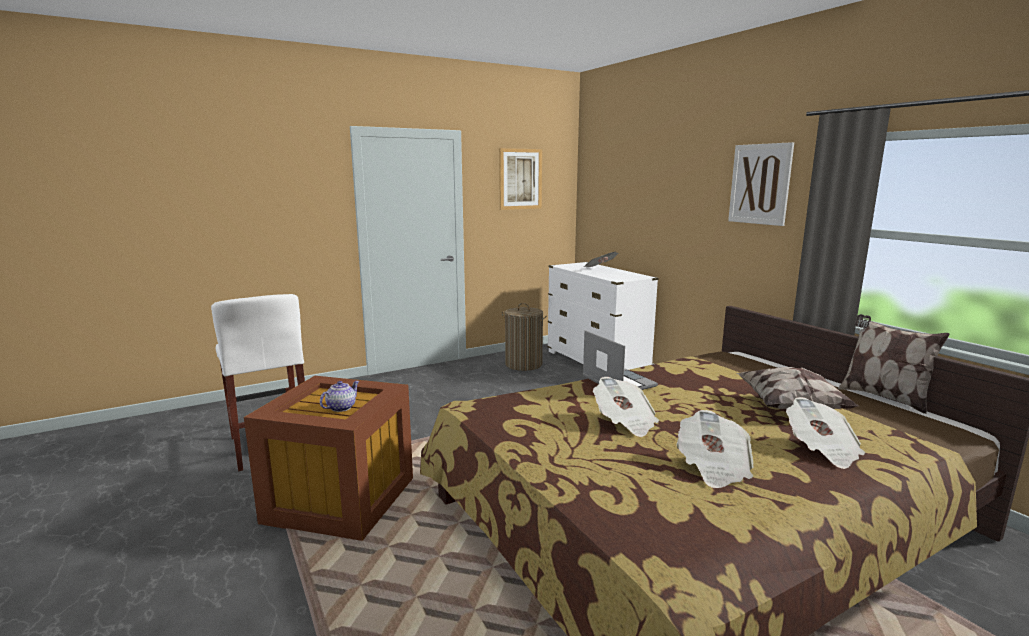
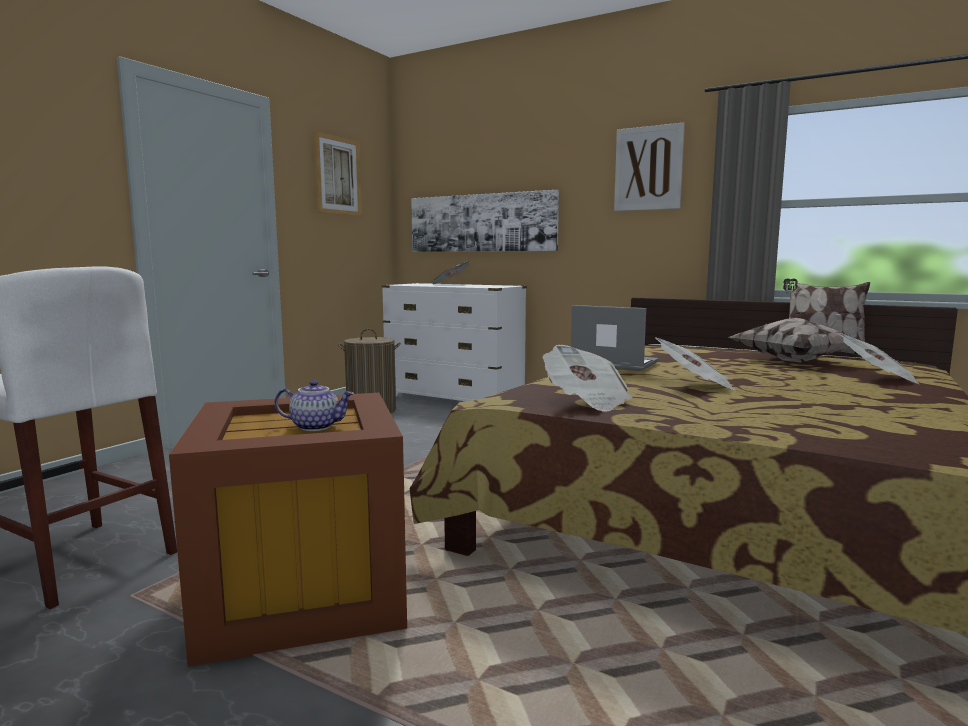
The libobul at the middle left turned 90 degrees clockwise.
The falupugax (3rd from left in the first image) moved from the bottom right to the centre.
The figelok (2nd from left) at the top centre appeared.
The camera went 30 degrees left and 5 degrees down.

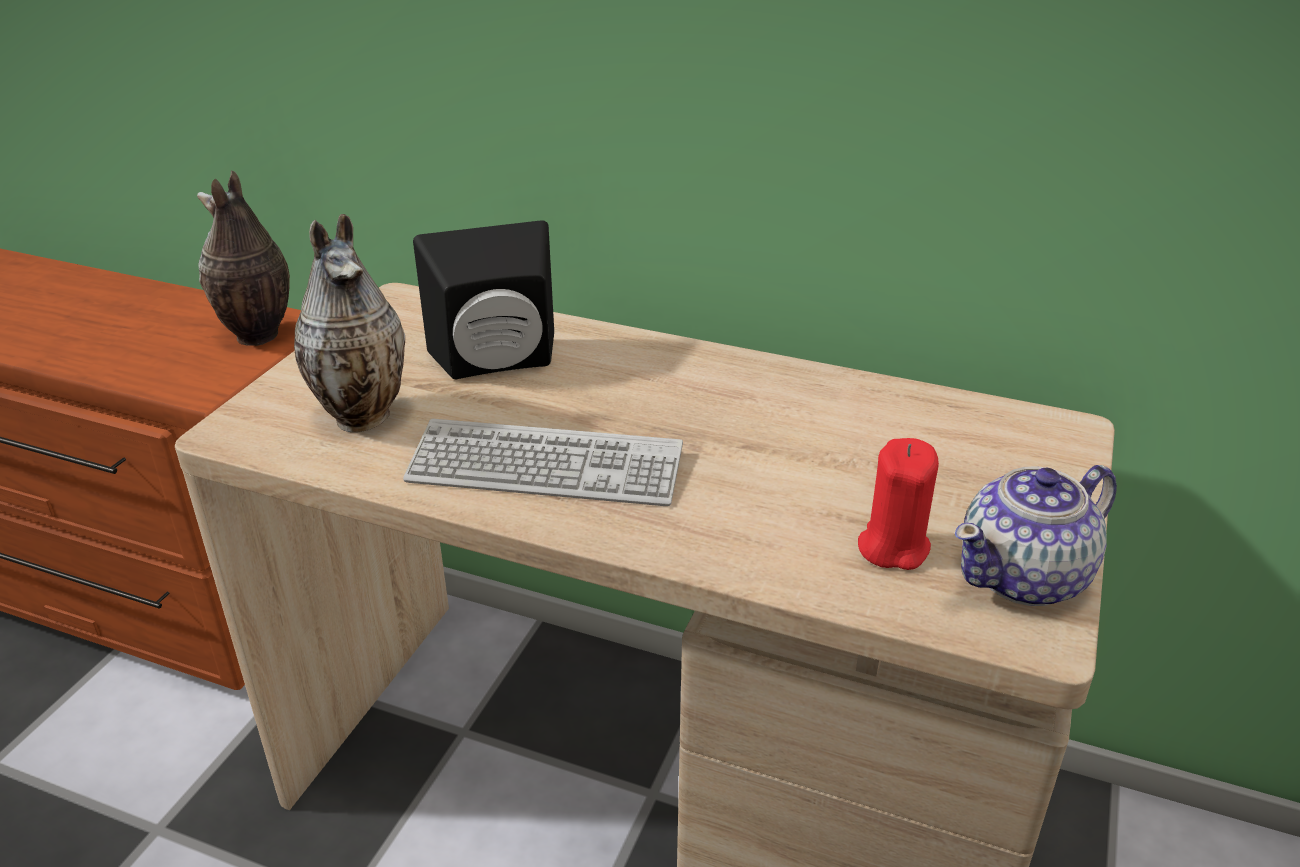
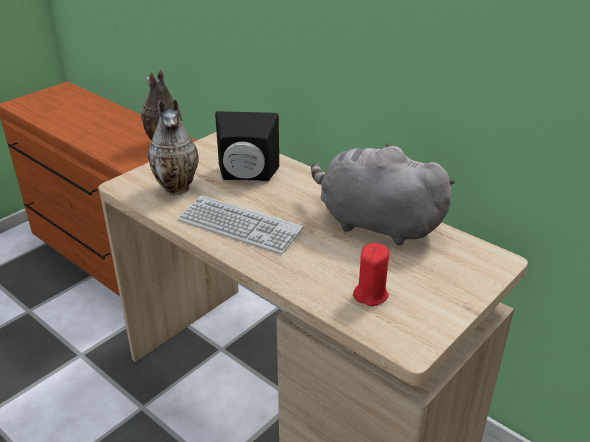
The libobul at the middle right disappeared.
The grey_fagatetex at the centre appeared.
The camera went 20 degrees right and 0 degrees up.

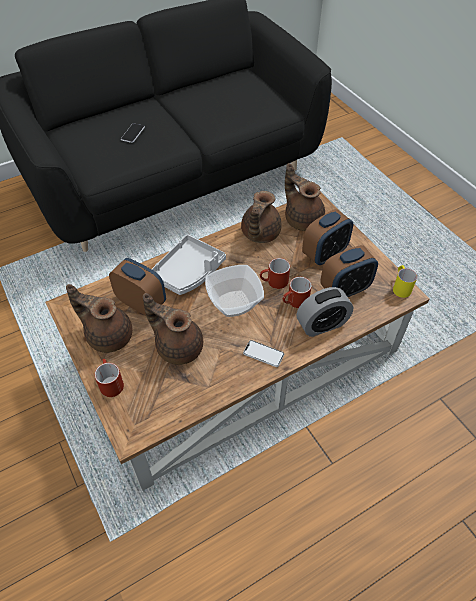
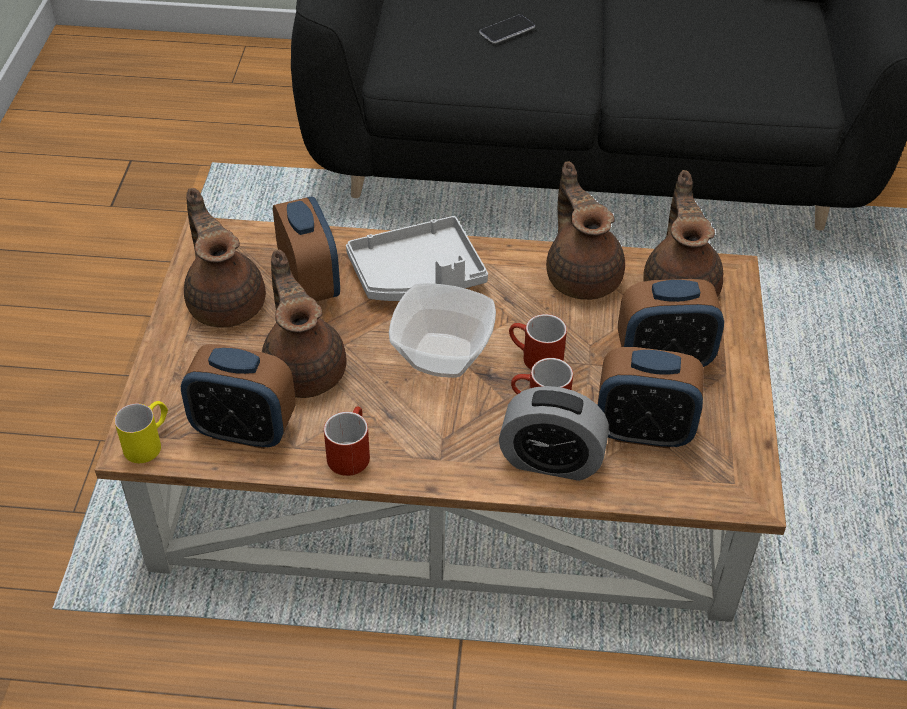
The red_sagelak (1st from left) moved from the middle left to the centre.
The brown_libobul (3rd from left) at the centre turned 105 degrees clockwise.
The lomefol (2nd from left) at the centre disappeared.
The yellow_sagelak moved from the middle right to the middle left.
The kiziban (1st from left) at the middle left appeared.
The camera went 35 degrees right and 5 degrees down.

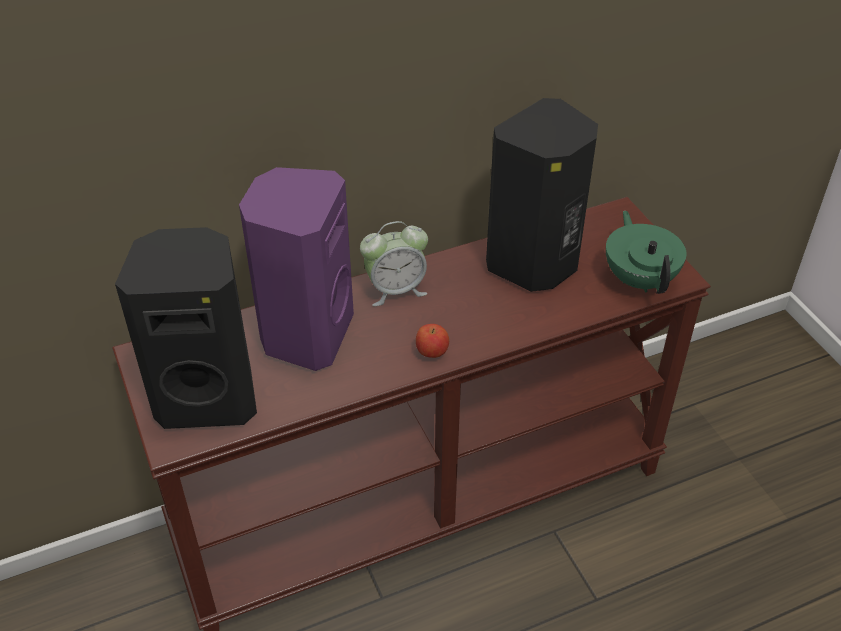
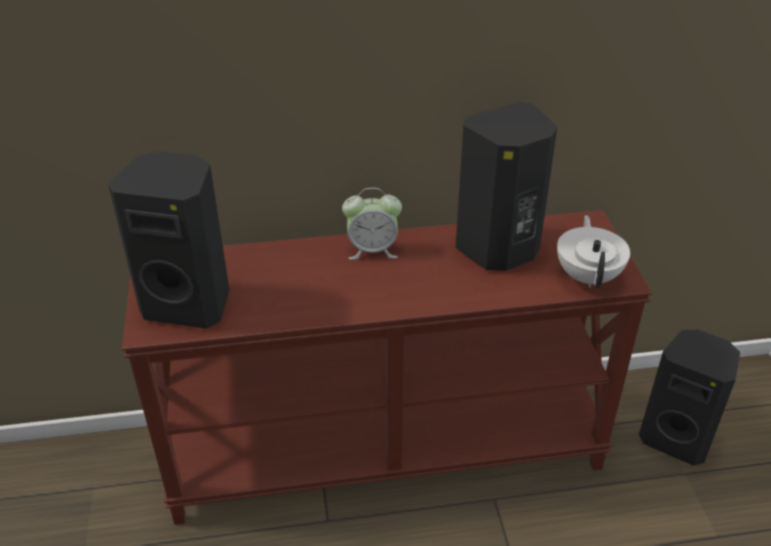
The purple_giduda at the centre disappeared.
The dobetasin at the centre disappeared.
The green_libobul at the middle right became the white_libobul at the middle right.
The black_giduda (3rd from left) at the bottom right appeared.
The camera went 15 degrees right and 5 degrees down.

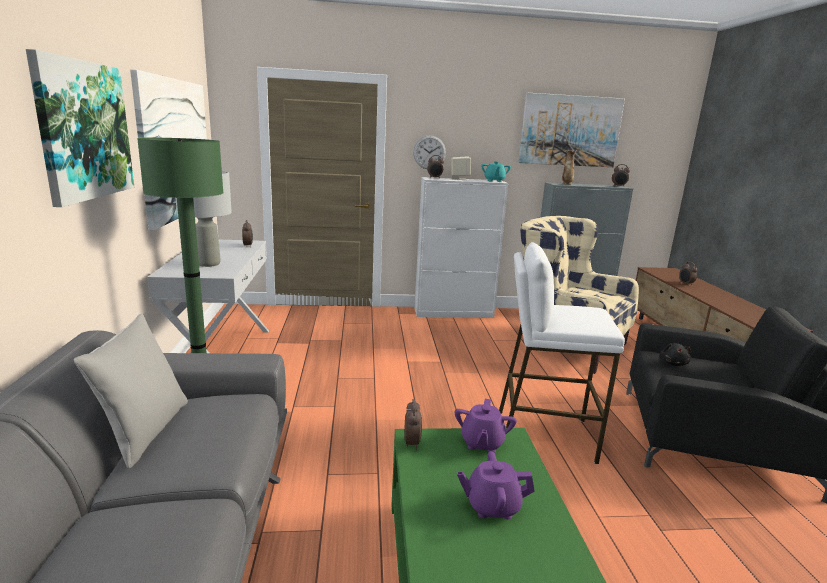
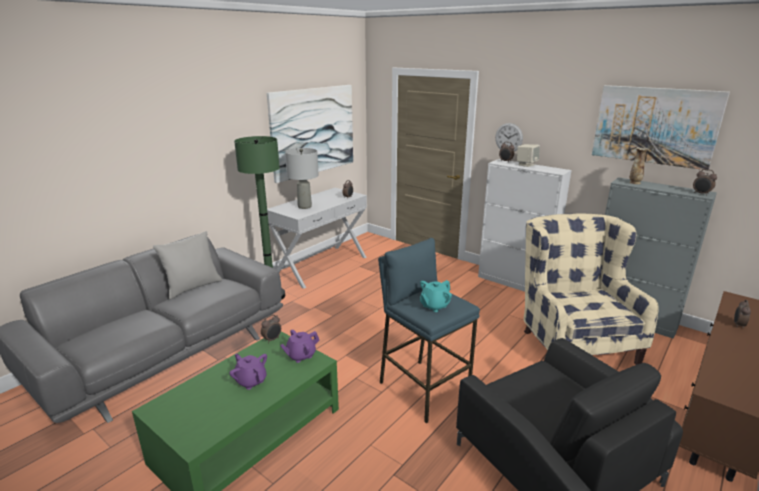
The figelok (1st from left) at the top left disappeared.
The turquoise_libobul moved from the top centre to the centre.
The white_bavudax at the middle right became the blue_bavudax at the bottom centre.
The black_fagatetex at the middle right disappeared.
The camera went 45 degrees right and 5 degrees up.

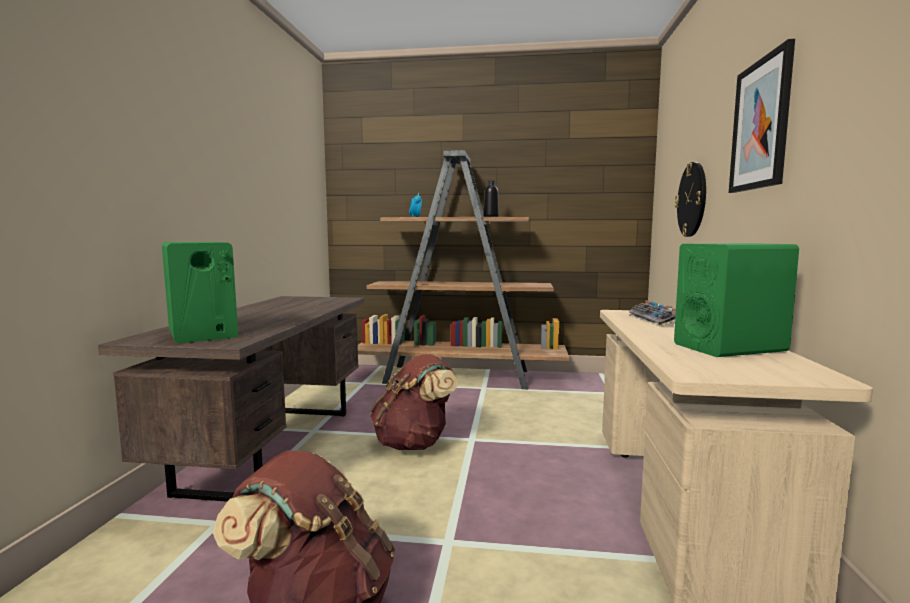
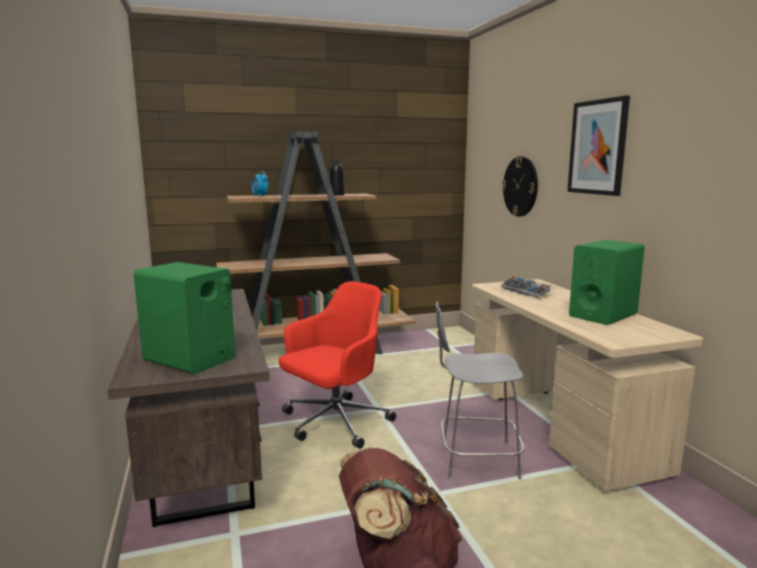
The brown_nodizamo (2nd from left) at the bottom centre was replaced by the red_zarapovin at the centre.
The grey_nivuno at the bottom centre appeared.
The camera went 25 degrees left and 5 degrees up.

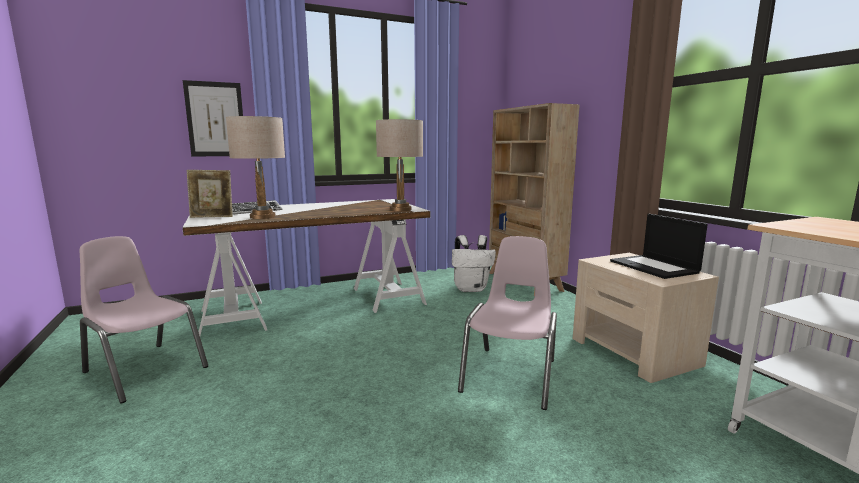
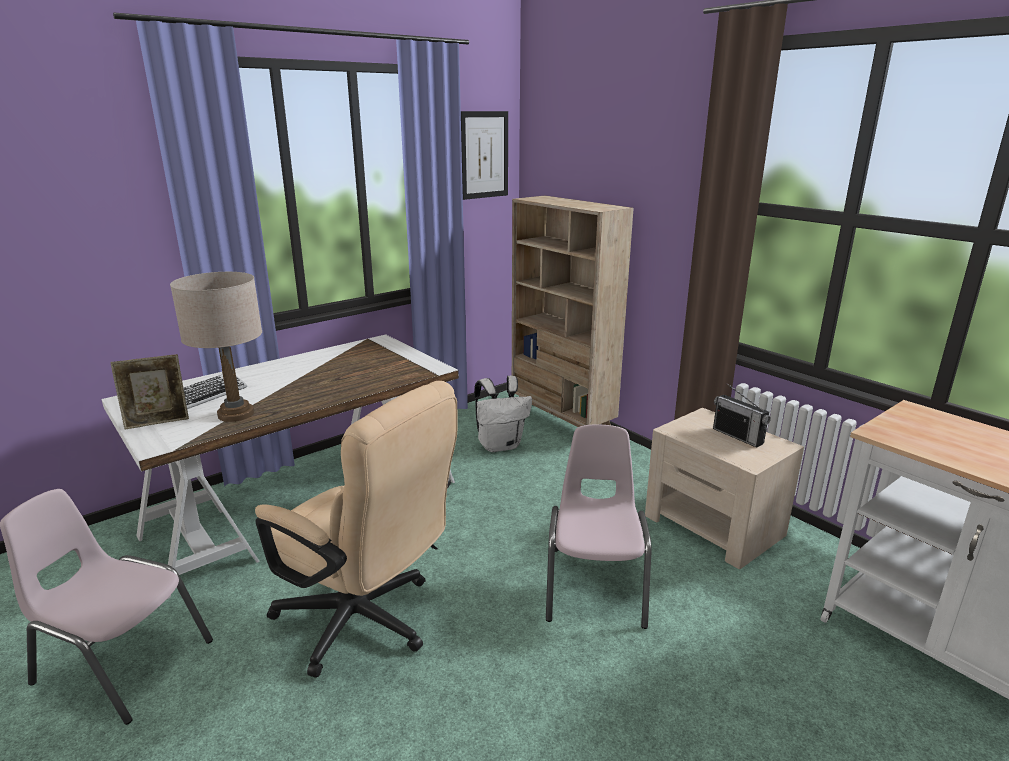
The figelok moved from the top left to the top centre.
The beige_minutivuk (2nd from left) at the centre disappeared.
The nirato at the middle right was replaced by the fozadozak at the middle right.
The beige_zarapovin at the bottom centre appeared.
The camera went 15 degrees left and 10 degrees up.

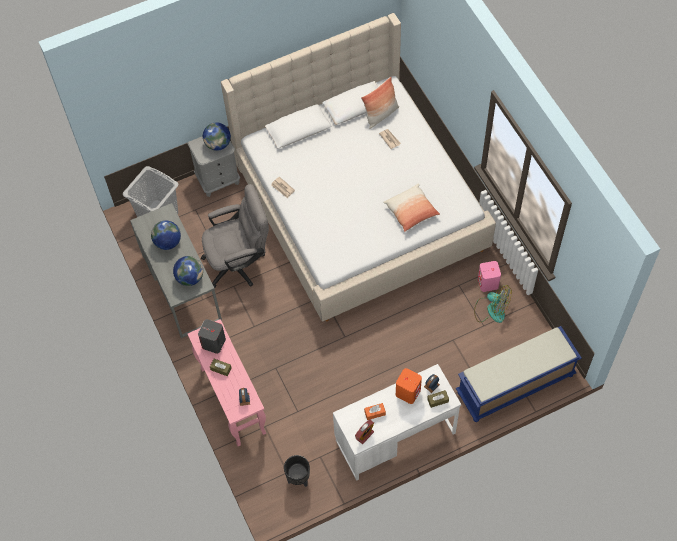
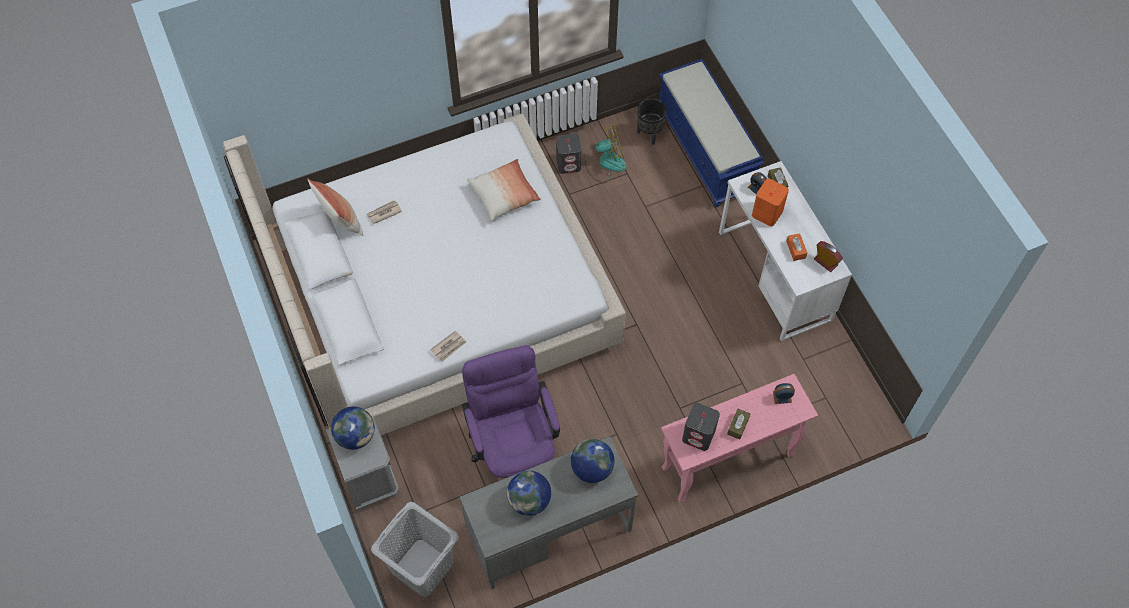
The grey_zarapovin at the centre became the purple_zarapovin at the bottom centre.
The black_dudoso moved from the bottom centre to the top centre.
The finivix at the middle right turned 45 degrees clockwise.
The pink_giduda at the middle right became the grey_giduda (1st from left) at the top centre.
The camera went 90 degrees left and 0 degrees up.

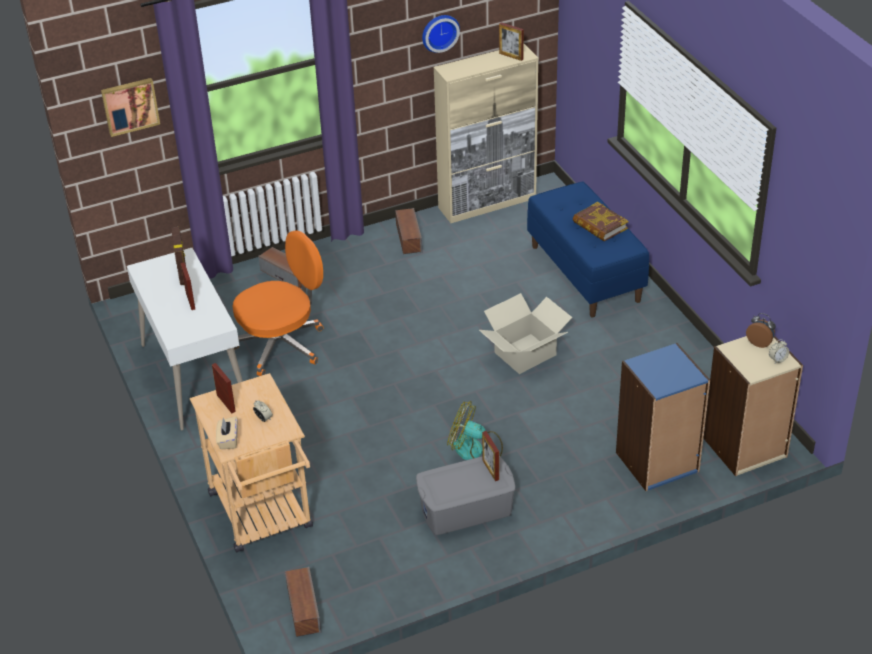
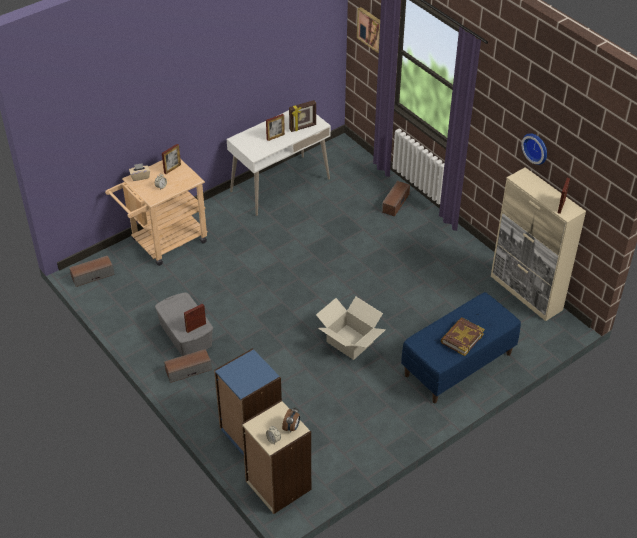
The orange_zarapovin at the middle left disappeared.
The giduda (3rd from left in the first image) moved from the centre to the bottom left.
The finivix at the centre disappeared.
The camera went 75 degrees right and 5 degrees up.

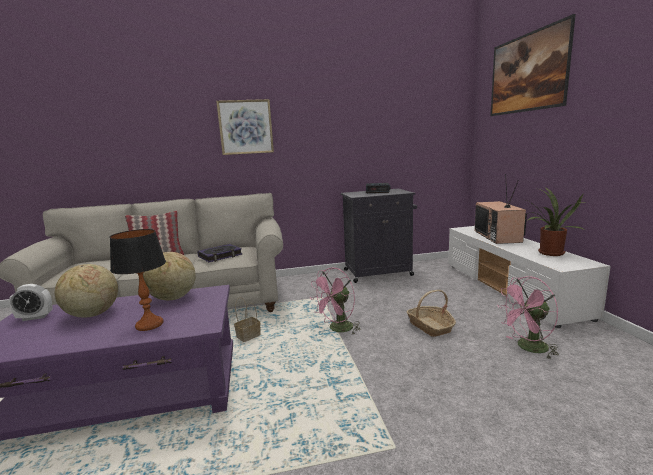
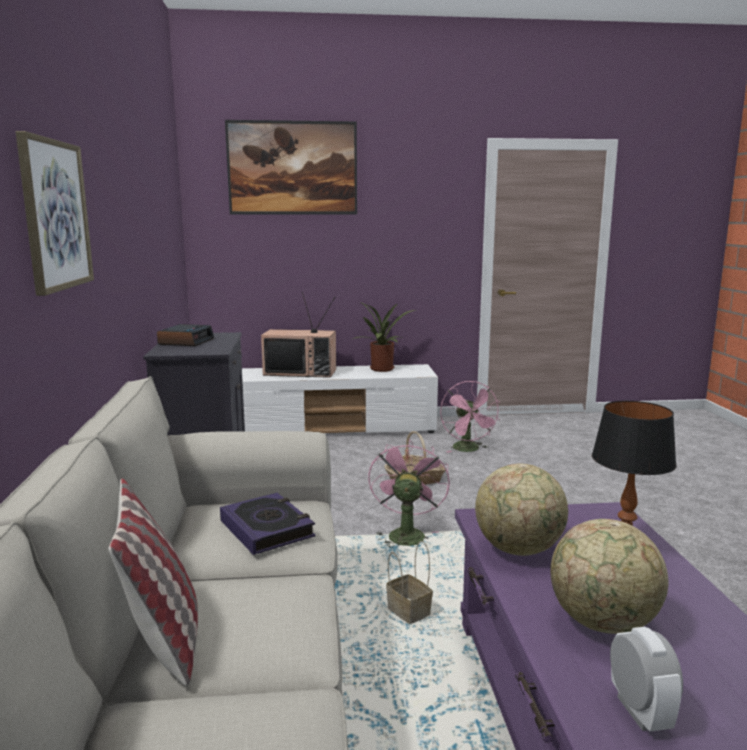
The pink_finivix (1st from left) at the centre turned 135 degrees counterclockwise.
The camera went 85 degrees left and 0 degrees up.

